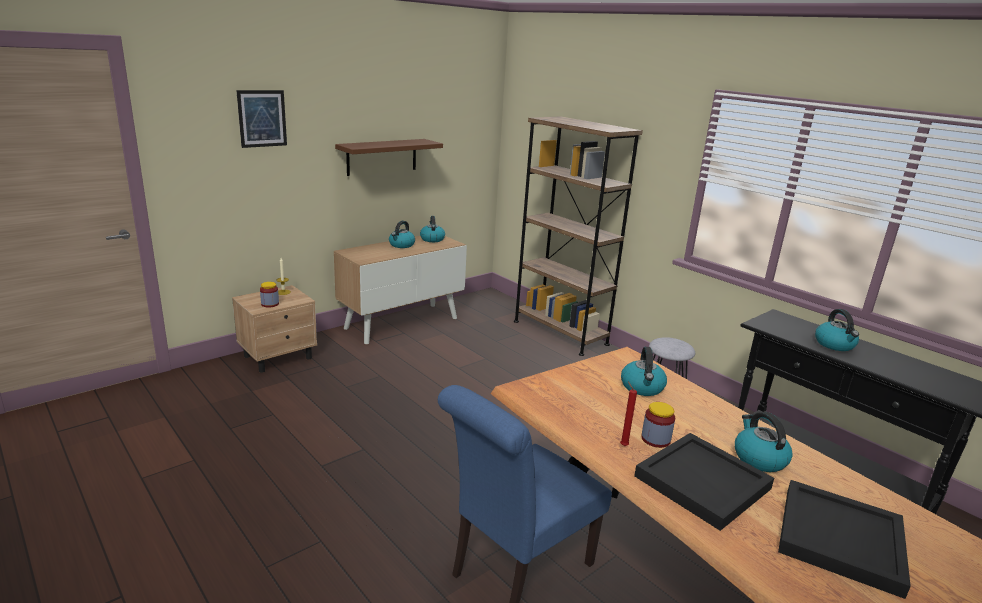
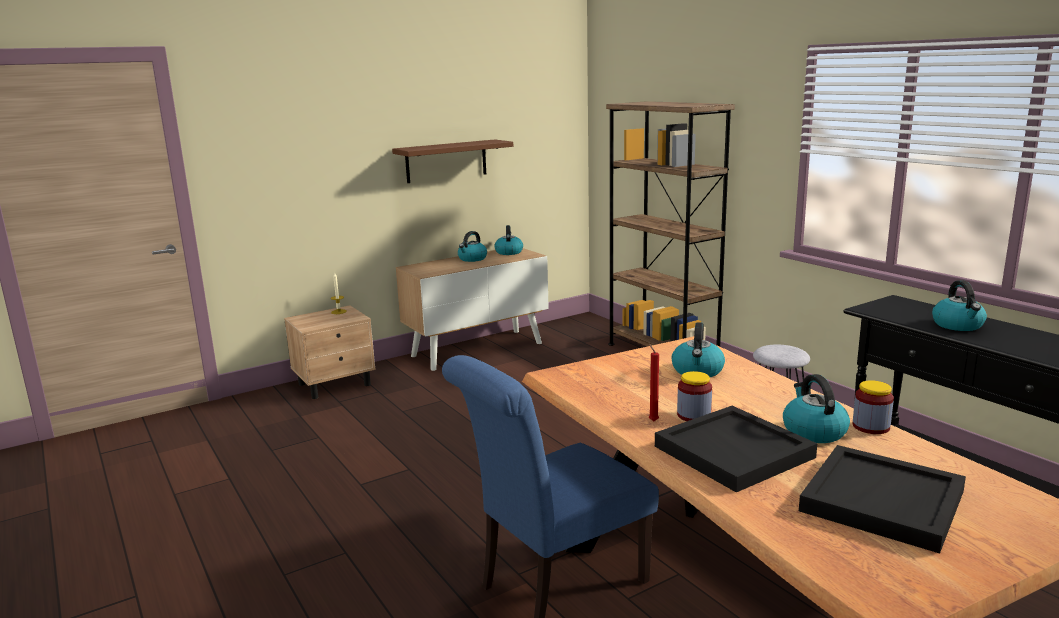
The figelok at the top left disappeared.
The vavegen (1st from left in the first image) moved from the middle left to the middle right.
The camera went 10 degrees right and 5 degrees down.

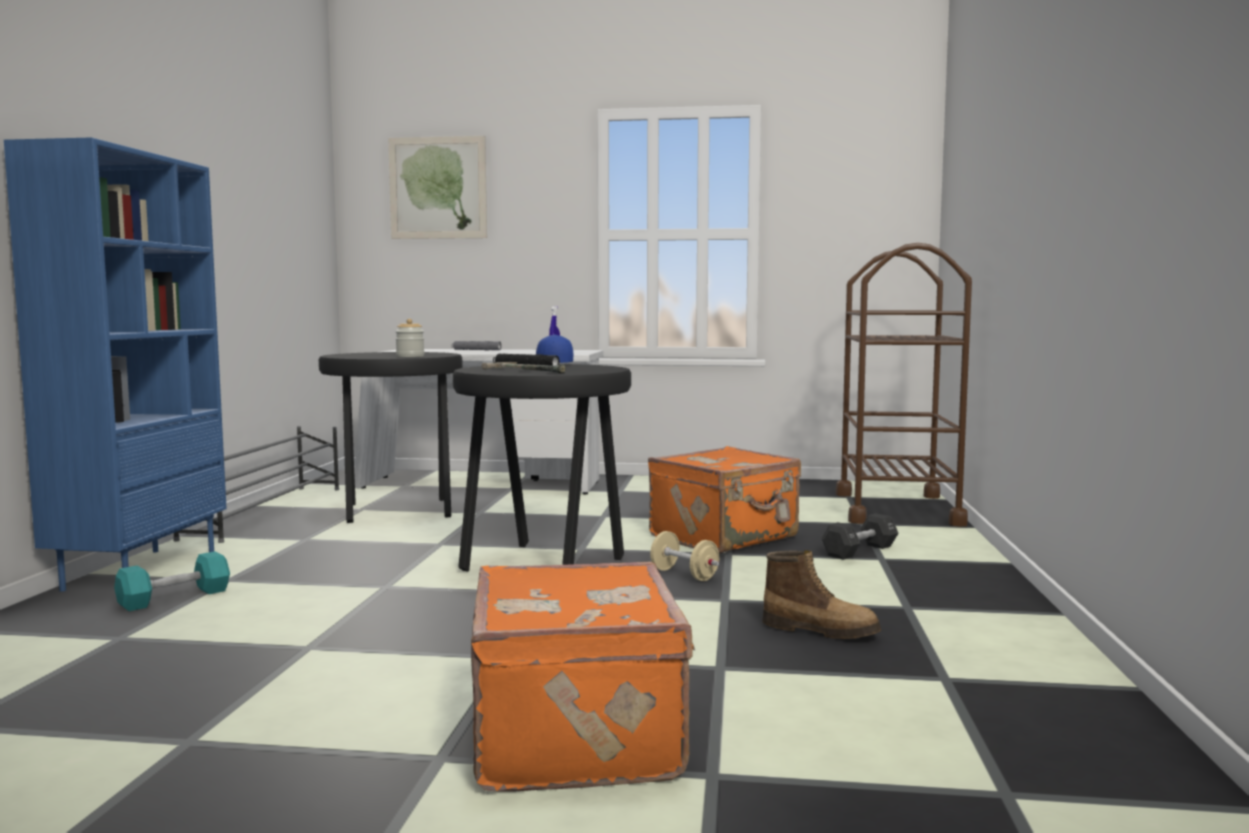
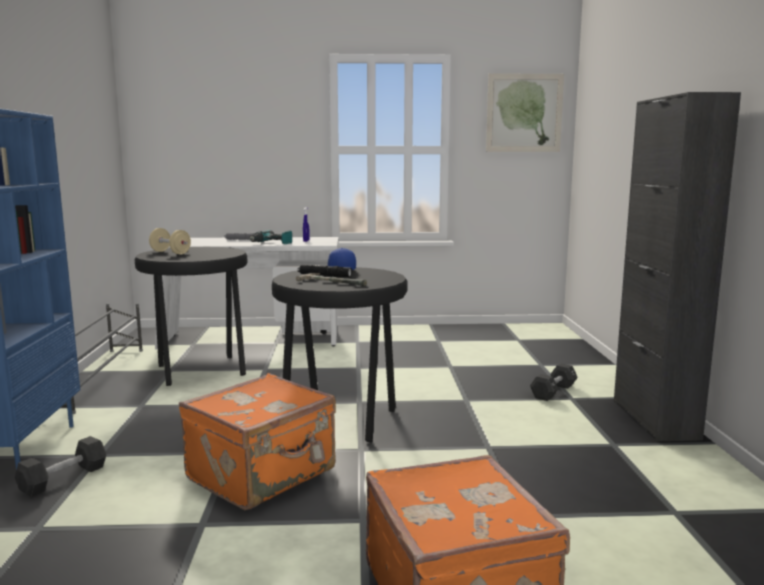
The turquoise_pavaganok at the bottom left became the black_pavaganok (1st from left) at the bottom left.
The figelok moved from the top centre to the top right.
The vavegen at the middle left disappeared.
The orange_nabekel (2nd from left in the first image) moved from the centre to the bottom centre.
The beige_pavaganok moved from the bottom centre to the middle left.
The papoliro at the bottom centre disappeared.
The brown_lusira at the middle right disappeared.
The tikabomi at the centre appeared.
The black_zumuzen at the middle right appeared.
The camera went 10 degrees left and 5 degrees up.

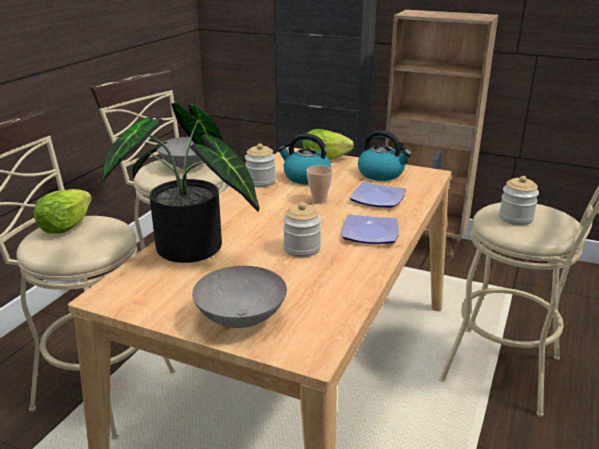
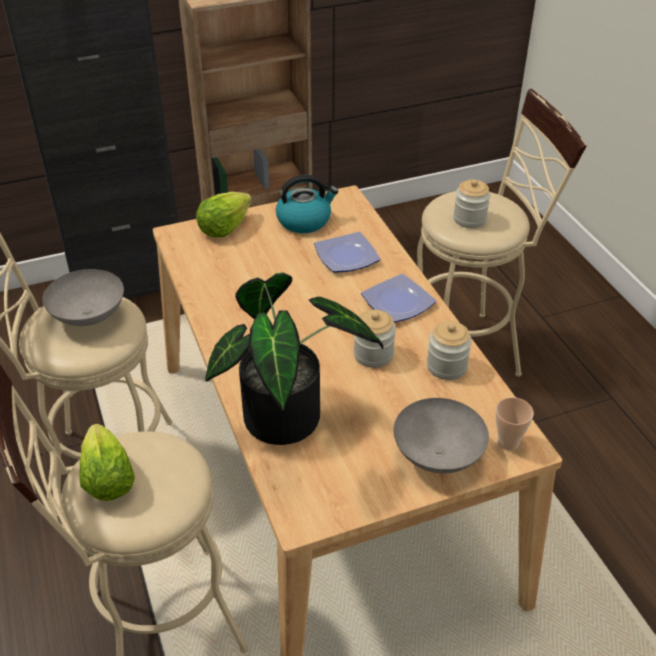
The vavegen (1st from left in the first image) moved from the centre to the middle right.
The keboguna (1st from left) at the centre disappeared.
The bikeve moved from the centre to the middle right.
The camera went 45 degrees left and 15 degrees up.

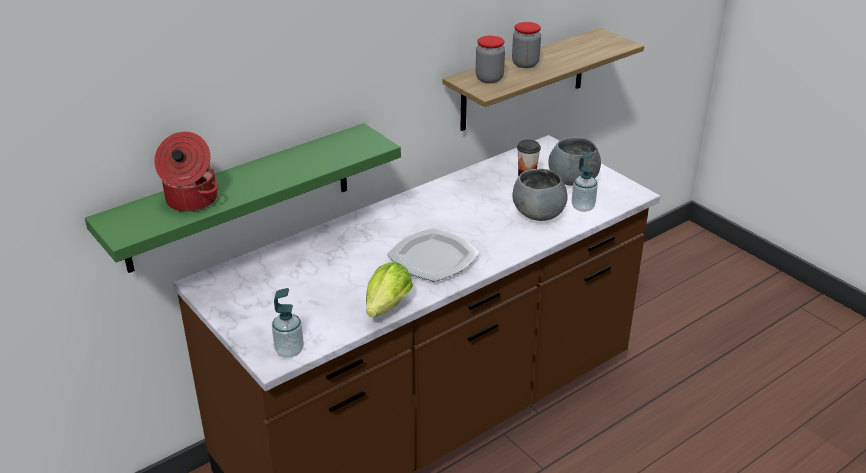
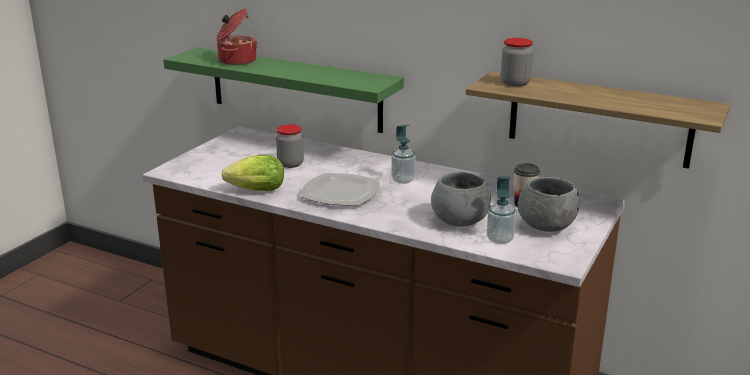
The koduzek (1st from left) moved from the bottom left to the centre.
The vavegen (2nd from left in the first image) moved from the top centre to the centre.
The camera went 65 degrees right and 10 degrees down.

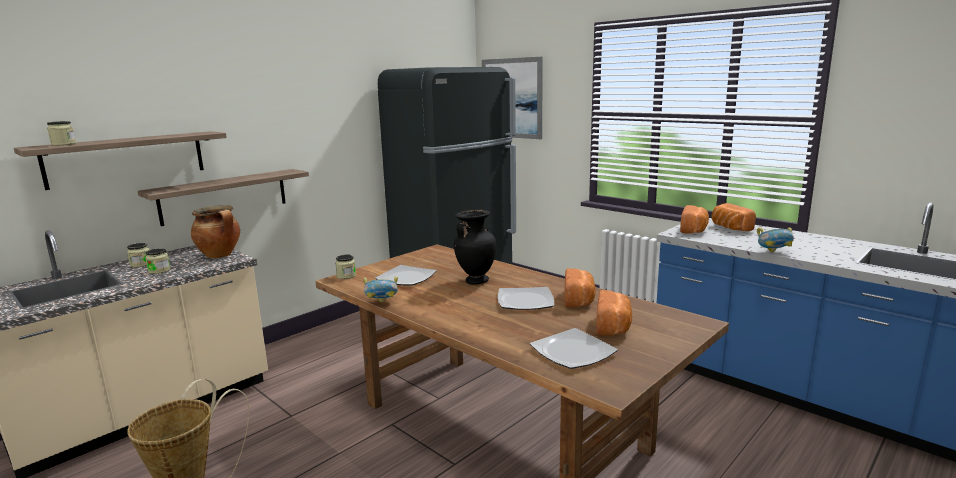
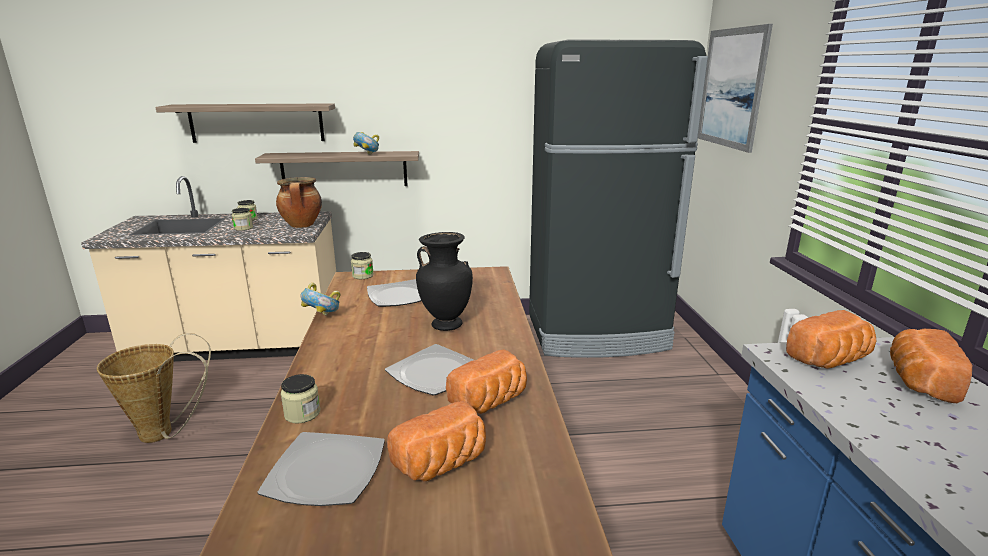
The vavegen (1st from left in the first image) moved from the top left to the bottom left.
The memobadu (2nd from left) moved from the middle right to the top centre.
The camera went 40 degrees right and 5 degrees up.

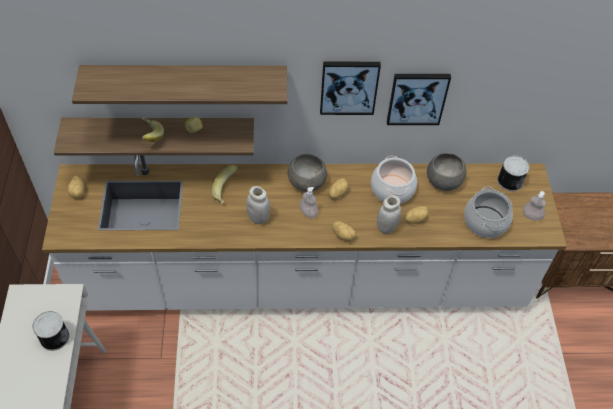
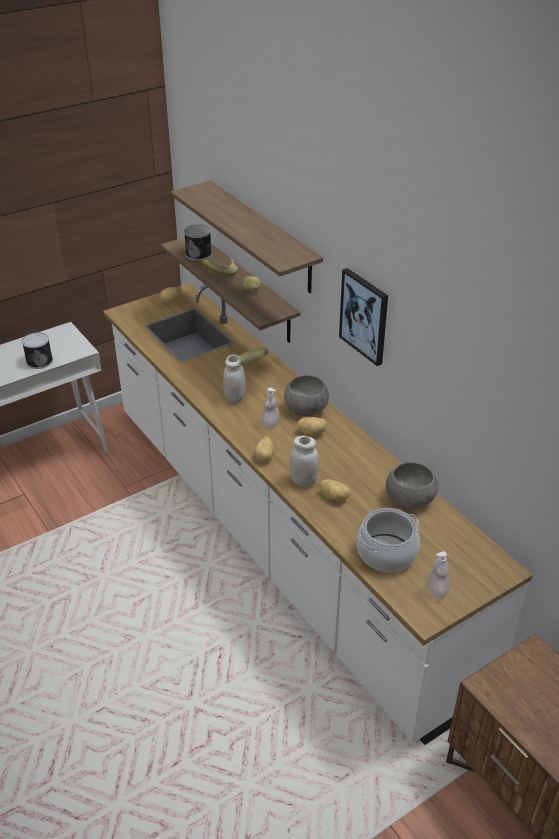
The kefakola (1st from left) at the centre disappeared.
The figelok (2nd from left) at the top right disappeared.
The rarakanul (2nd from left) moved from the middle right to the top centre.
The camera went 60 degrees right and 15 degrees down.

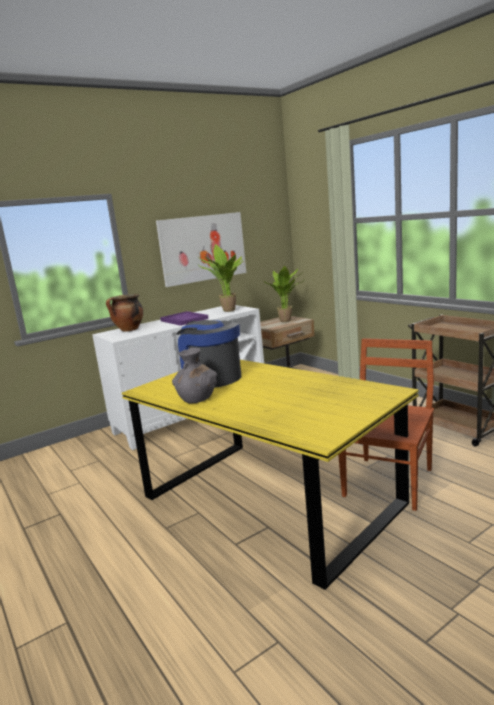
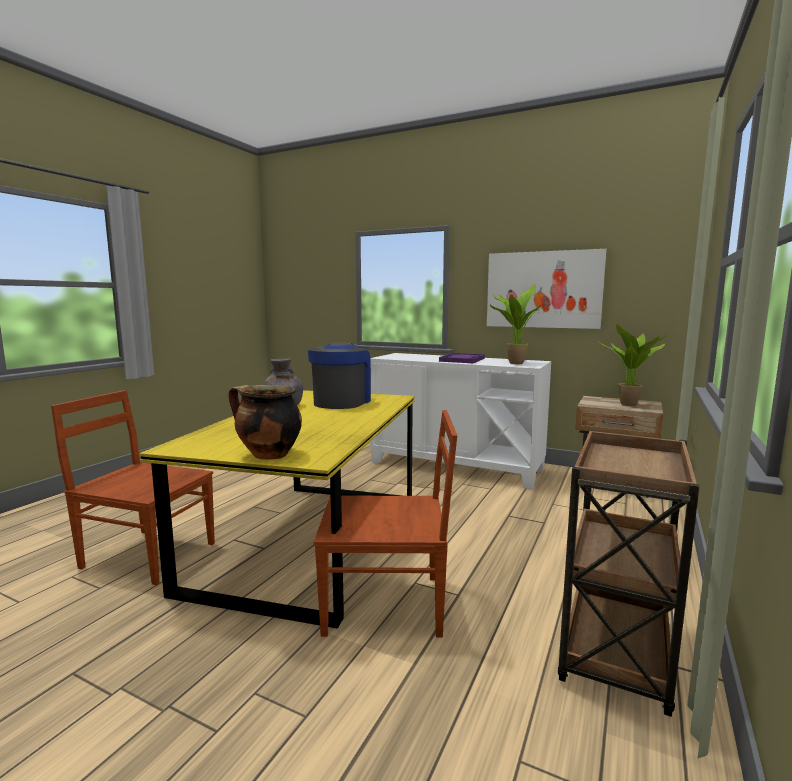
The kefakola moved from the middle left to the centre.
The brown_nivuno (1st from left) at the middle left appeared.
The camera went 60 degrees right and 5 degrees down.

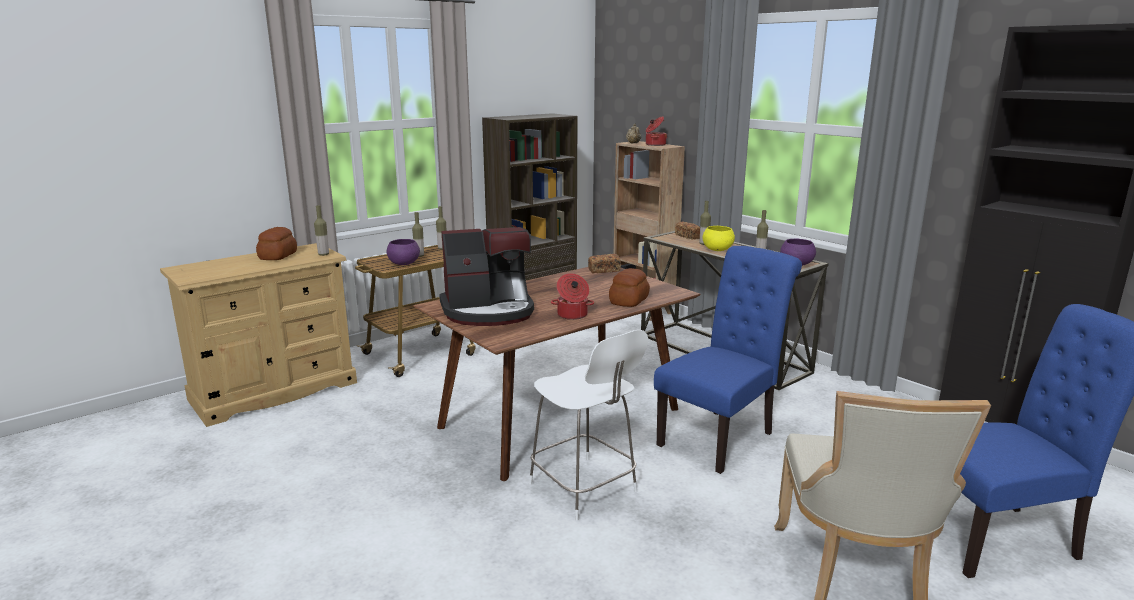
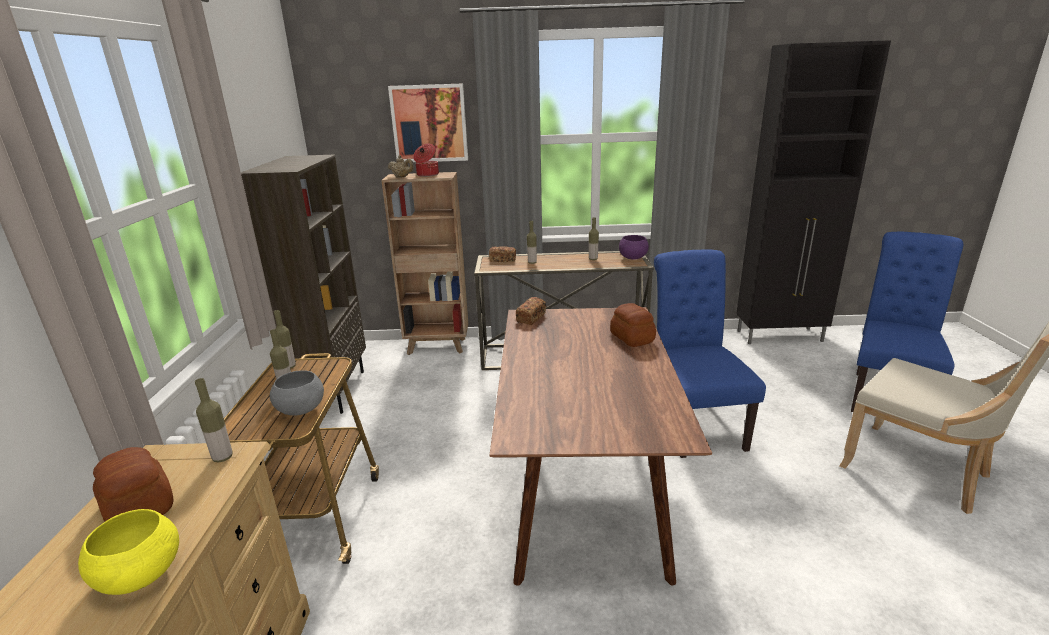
The purple_memobadu (1st from left) at the centre became the grey_memobadu at the middle left.
The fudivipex at the centre disappeared.
The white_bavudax at the bottom centre disappeared.
The kefakola (1st from left) at the centre disappeared.
The yellow_memobadu moved from the centre to the bottom left.
The figelok at the top centre appeared.
The camera went 50 degrees left and 5 degrees up.

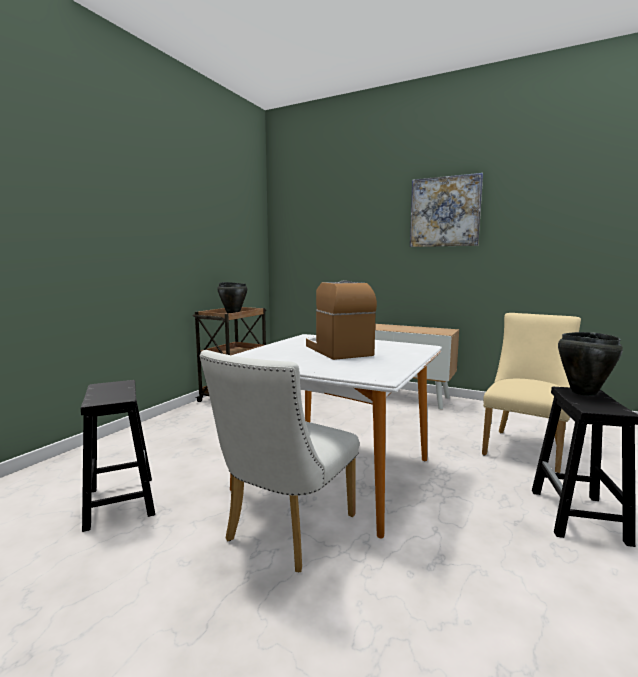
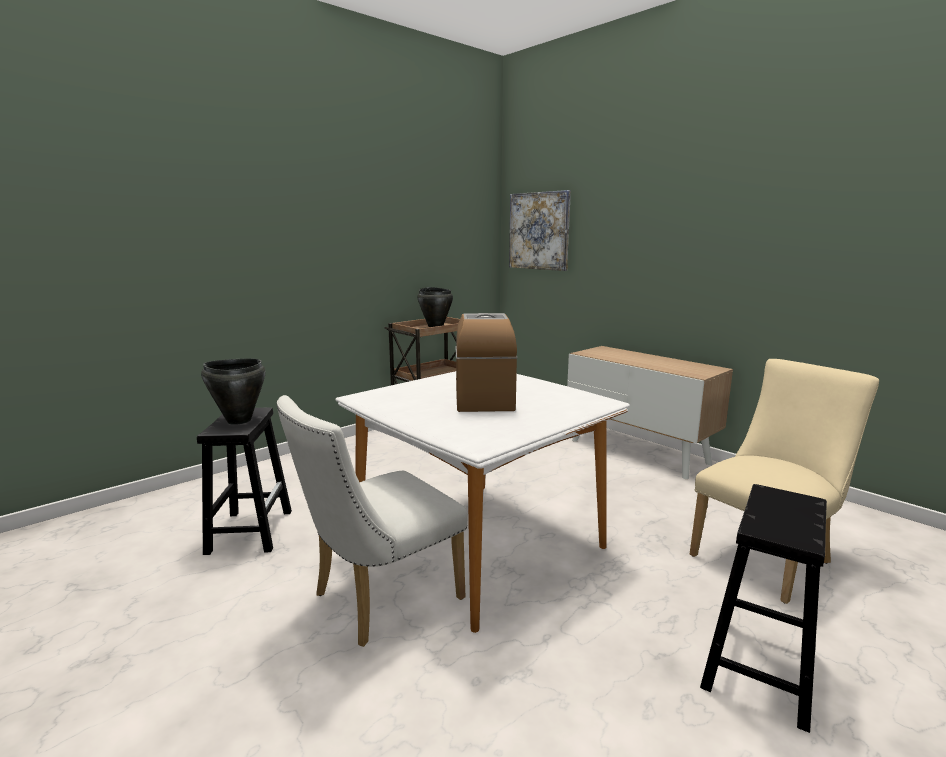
The figelok moved from the top right to the top centre.
The black_kefakola (2nd from left in the first image) moved from the middle right to the middle left.
The camera went 20 degrees right and 5 degrees up.

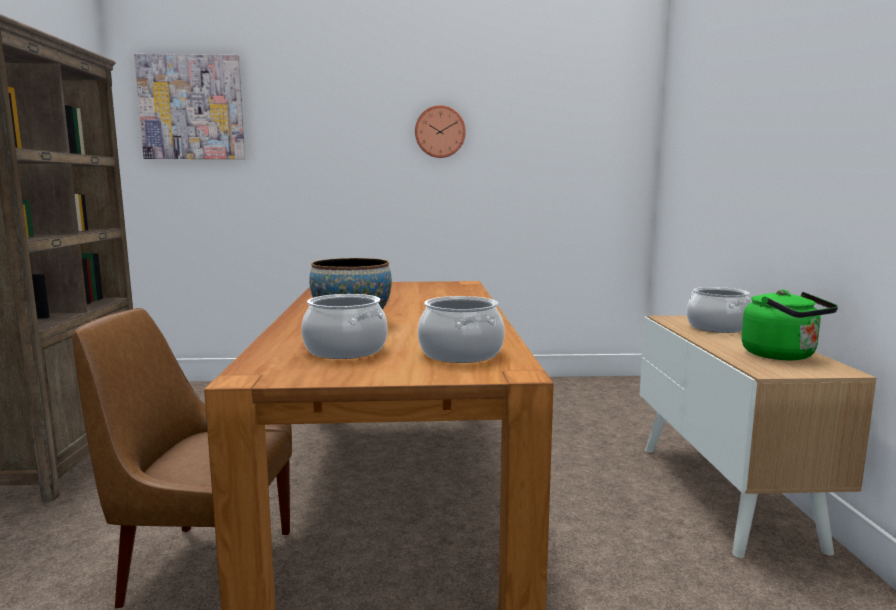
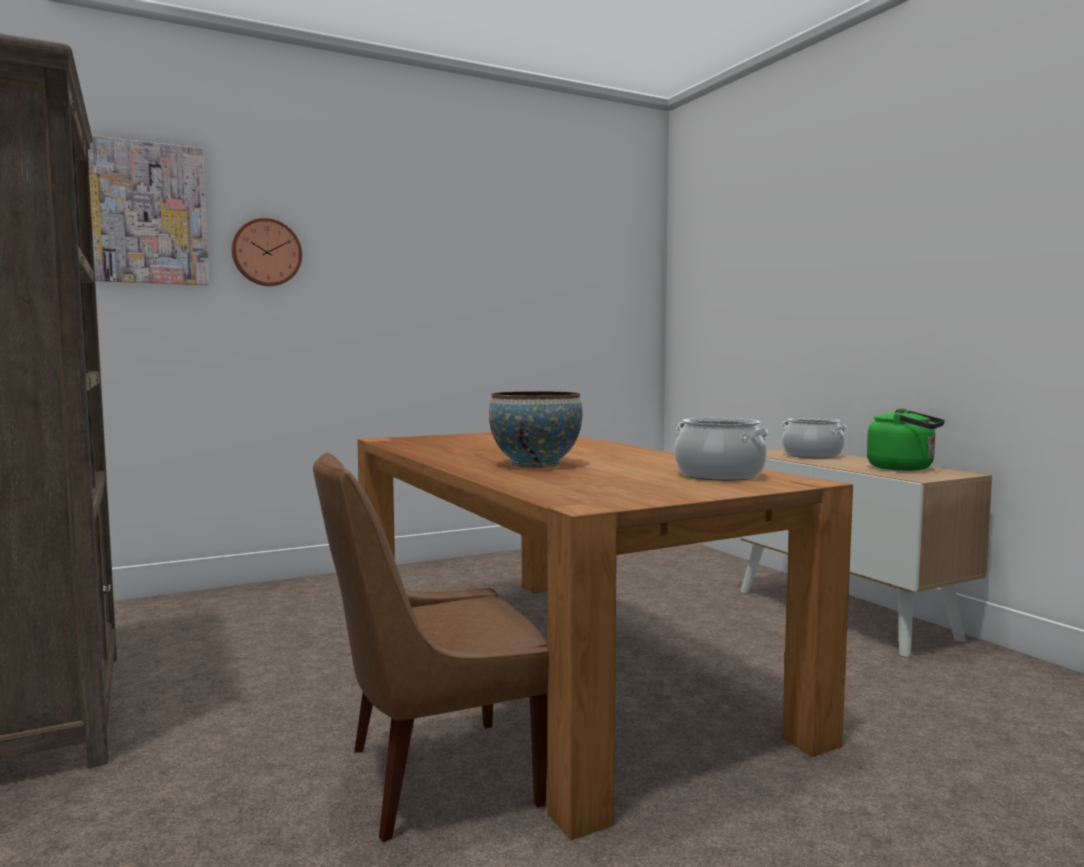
The kefakola (1st from left) at the centre disappeared.
The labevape moved from the top centre to the top left.
The camera went 25 degrees left and 5 degrees down.

